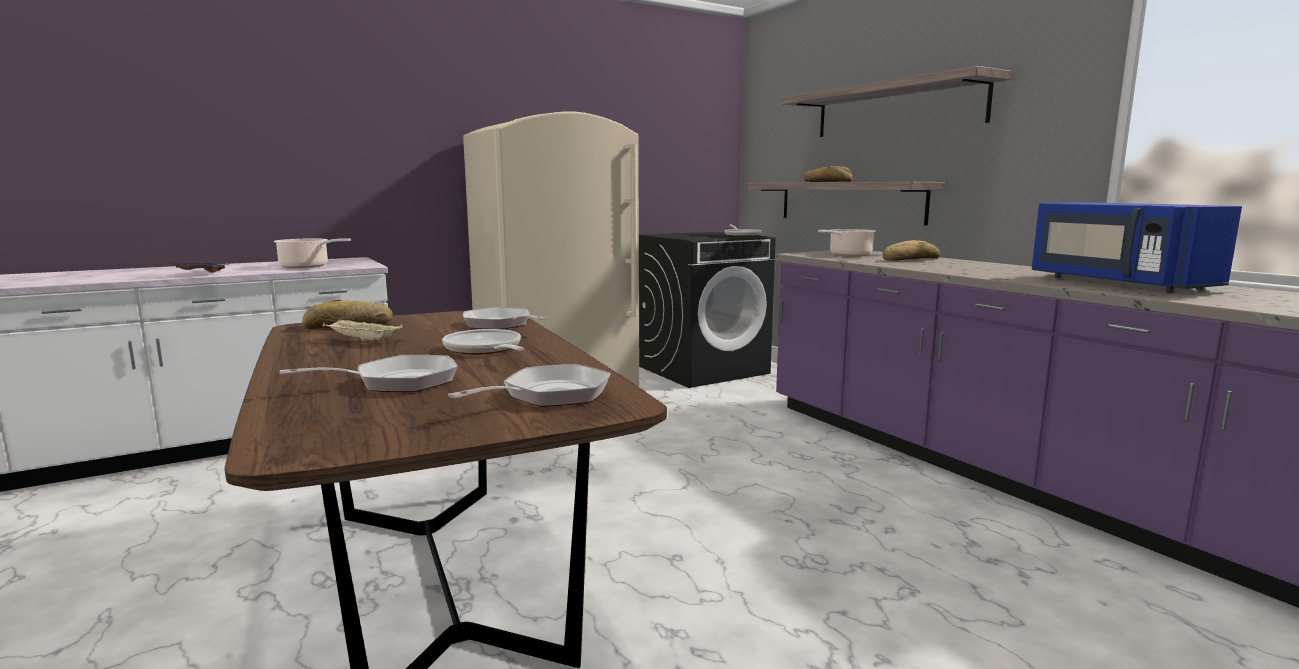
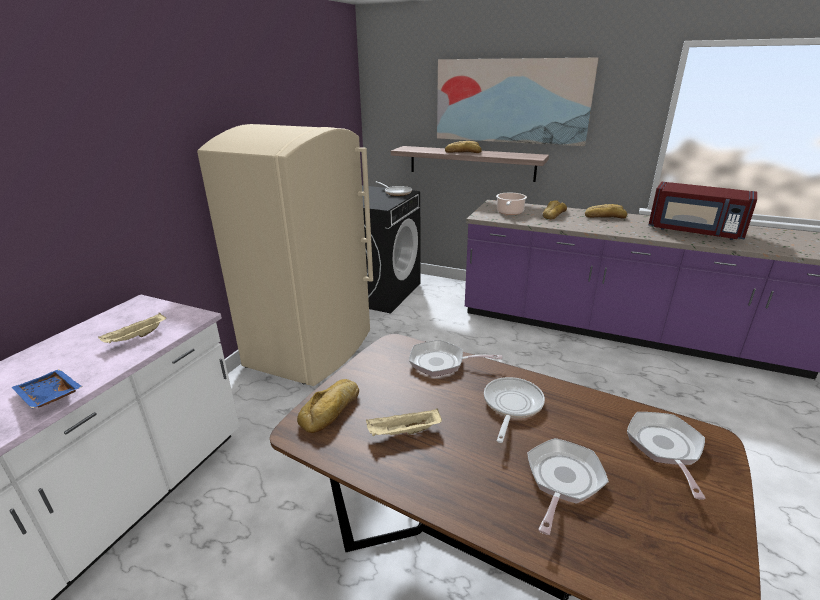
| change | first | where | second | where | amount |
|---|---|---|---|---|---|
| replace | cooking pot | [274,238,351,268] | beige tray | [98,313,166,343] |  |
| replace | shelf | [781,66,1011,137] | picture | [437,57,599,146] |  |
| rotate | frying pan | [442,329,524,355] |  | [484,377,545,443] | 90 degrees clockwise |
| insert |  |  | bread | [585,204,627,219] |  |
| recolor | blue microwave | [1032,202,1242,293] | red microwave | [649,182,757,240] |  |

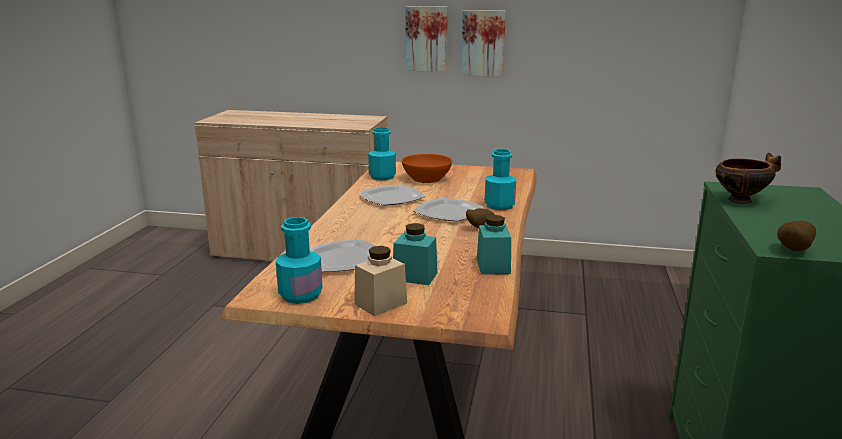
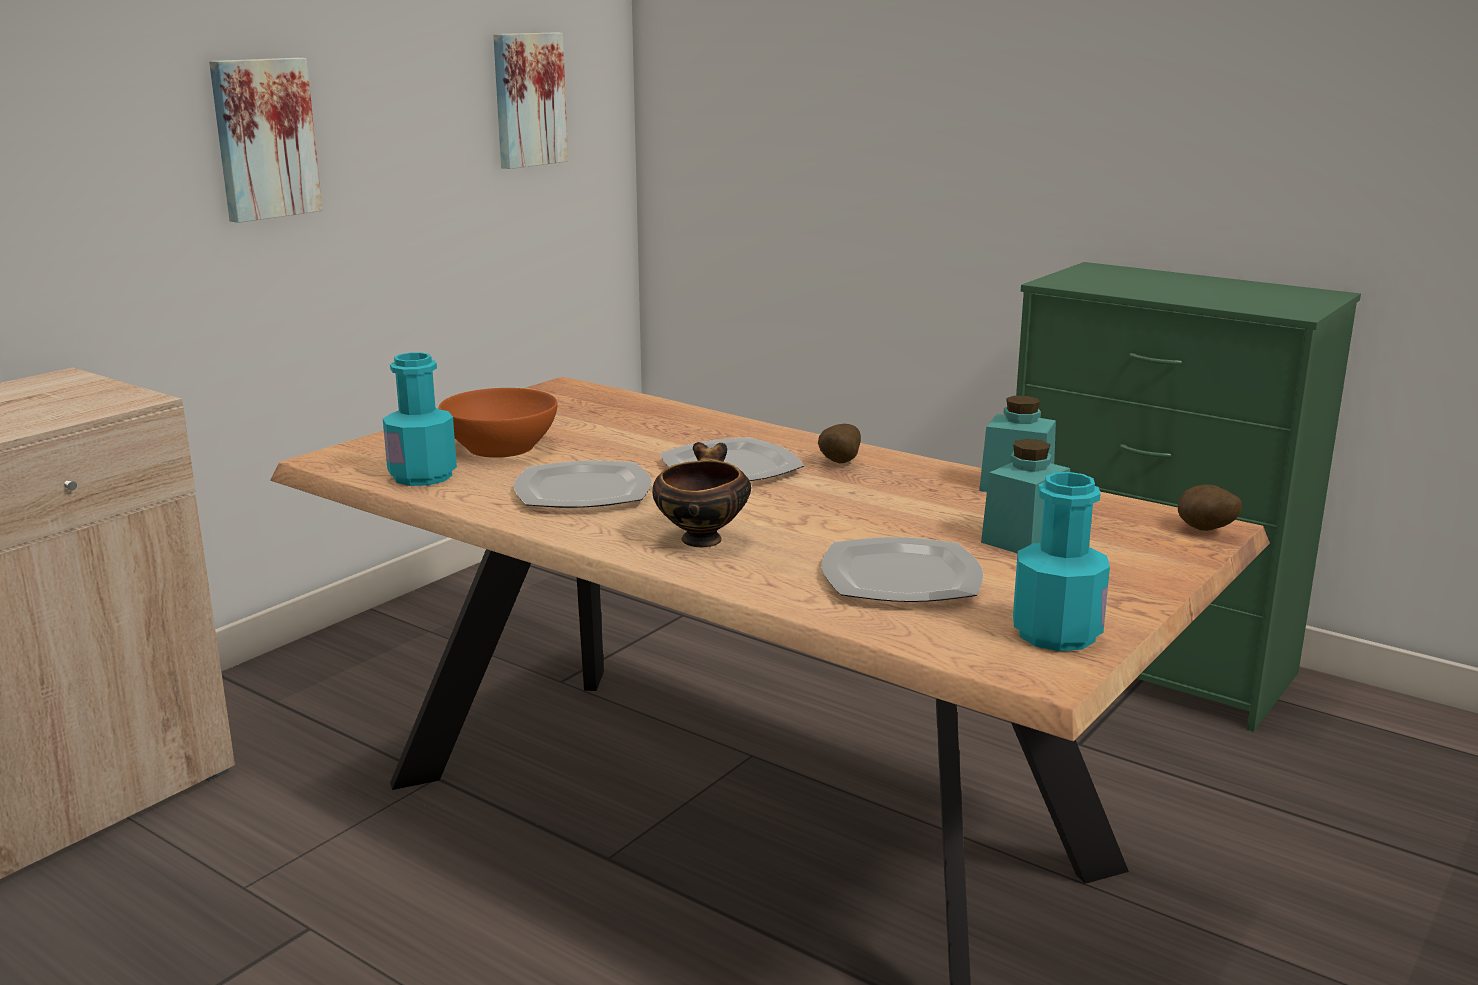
| change | first | where | second | where | amount |
|---|---|---|---|---|---|
| move | picture | [405,6,448,72] |  | [493,33,568,169] |  |
| move | bowl | [716,153,781,204] |  | [652,442,751,547] |  |
| move | potato | [777,221,816,251] |  | [1178,484,1242,531] |  |
| delete | beige jar | [354,246,407,316] |  |  |  |
| delete | turquoise bottle | [485,149,516,210] |  |  |  |

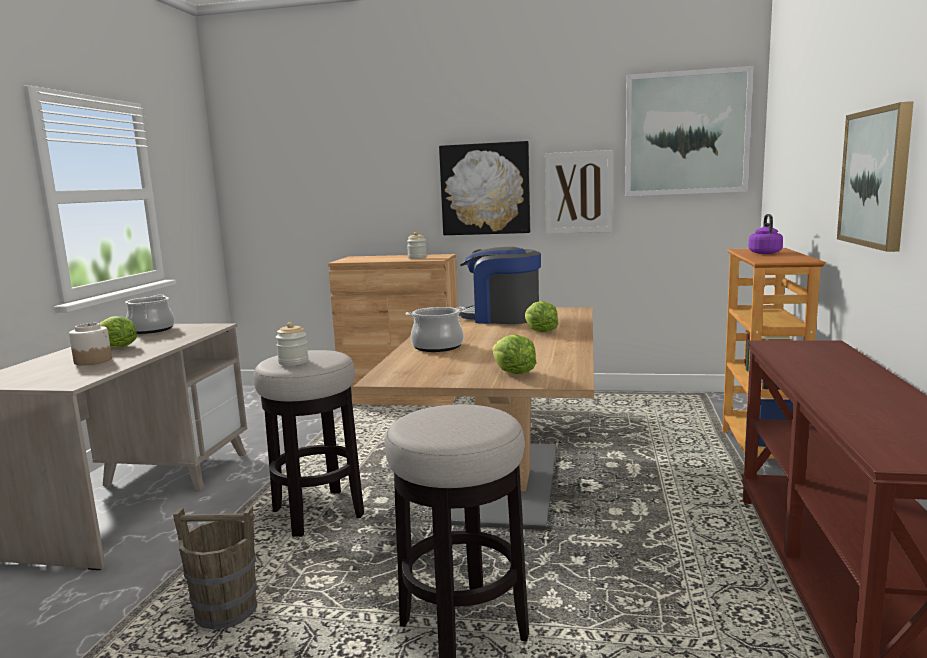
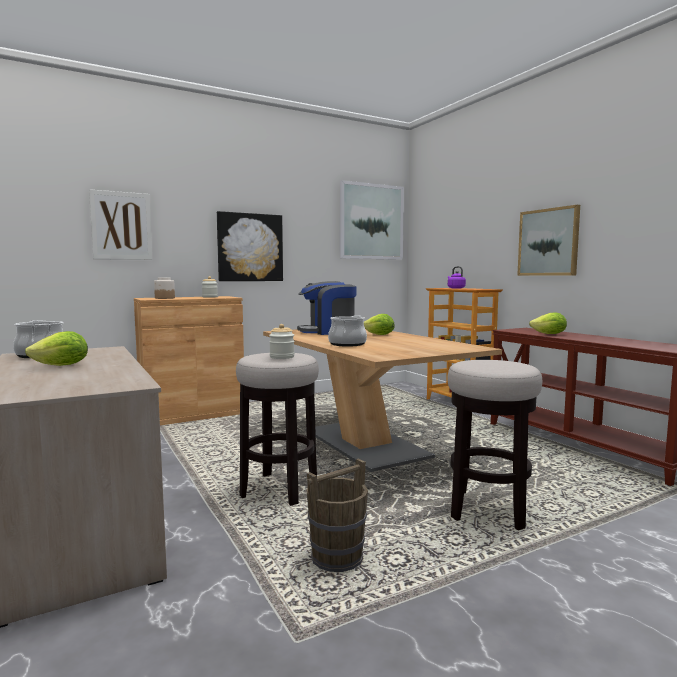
| change | first | where | second | where | amount |
|---|---|---|---|---|---|
| move | picture | [545,150,613,234] |  | [89,189,152,260] |  |
| move | jar | [69,323,112,366] |  | [154,277,175,299] |  |
| move | lettuce | [492,334,537,374] |  | [529,313,567,334] |  |

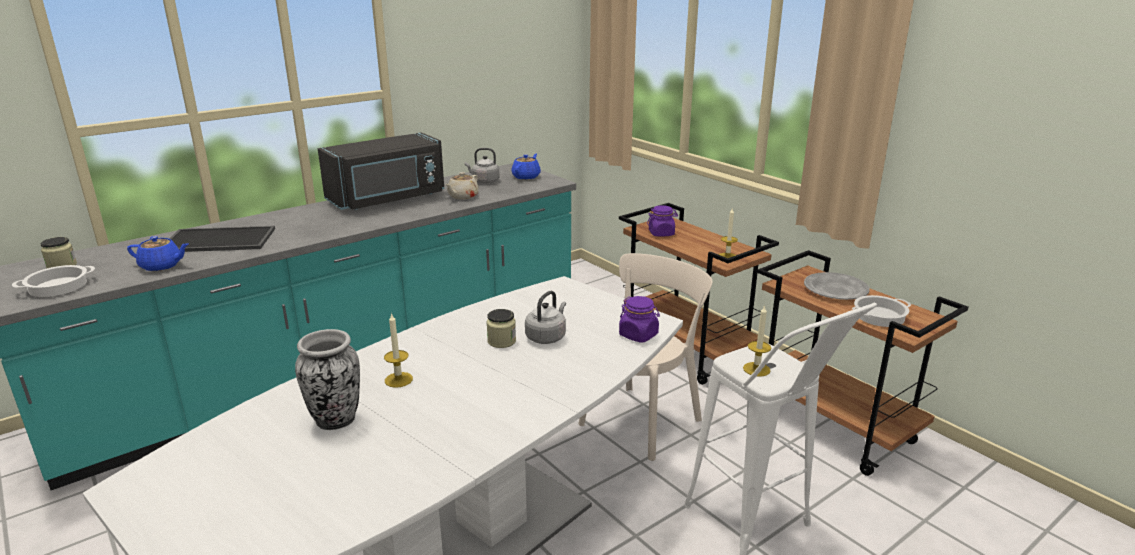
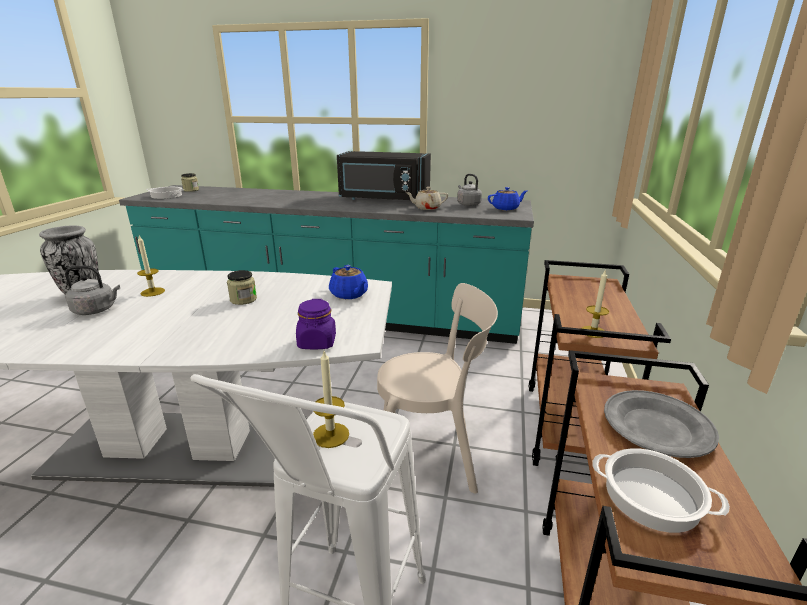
| change | first | where | second | where | amount |
|---|---|---|---|---|---|
| move | grey kettle | [525,291,566,344] |  | [65,265,120,315] |  |
| move | blue teapot | [127,236,188,271] |  | [329,265,368,299] |  |
| delete | tray | [169,226,275,252] |  |  |  |
| delete | purple jar | [647,205,678,237] |  |  |  |

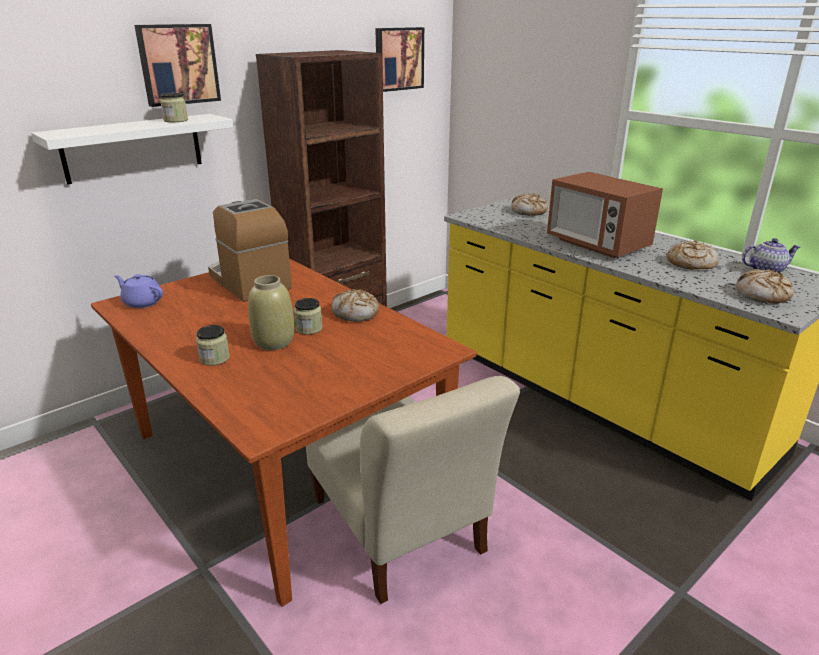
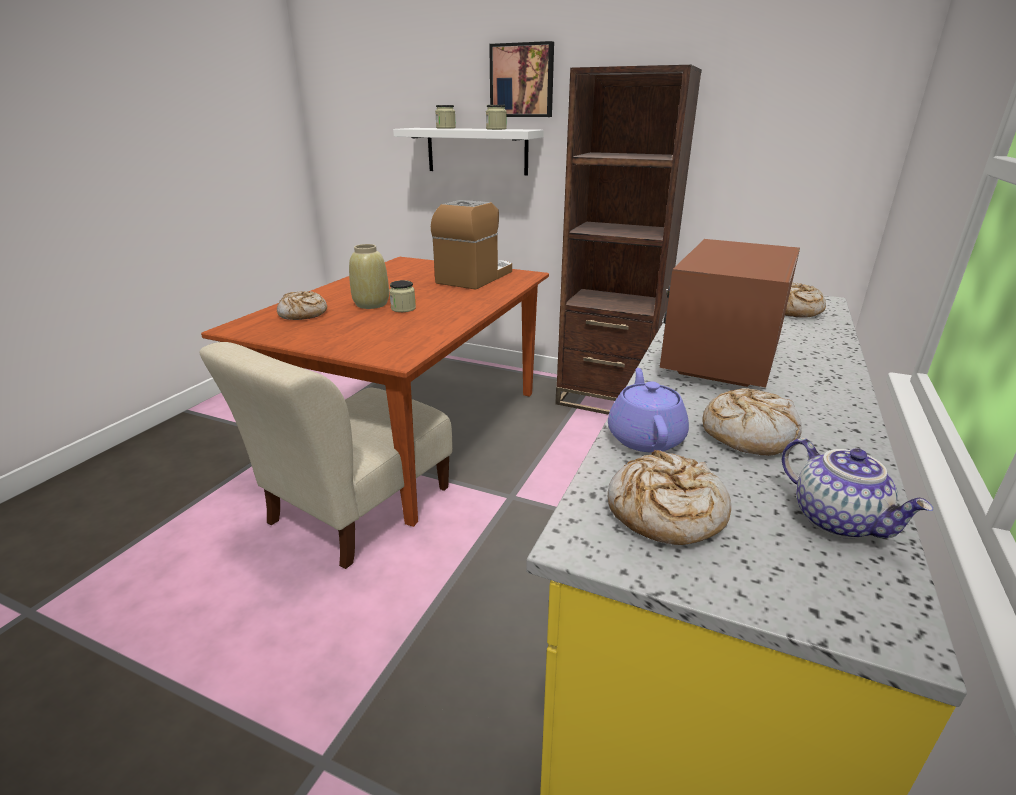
| change | first | where | second | where | amount |
|---|---|---|---|---|---|
| move | bread | [332,289,379,322] |  | [277,291,327,320] |  |
| move | jar | [196,325,230,366] |  | [435,105,456,129] |  |
| move | purple teapot | [114,274,163,308] |  | [608,368,689,453] |  |
| delete | picture | [375,27,424,92] |  |  |  |

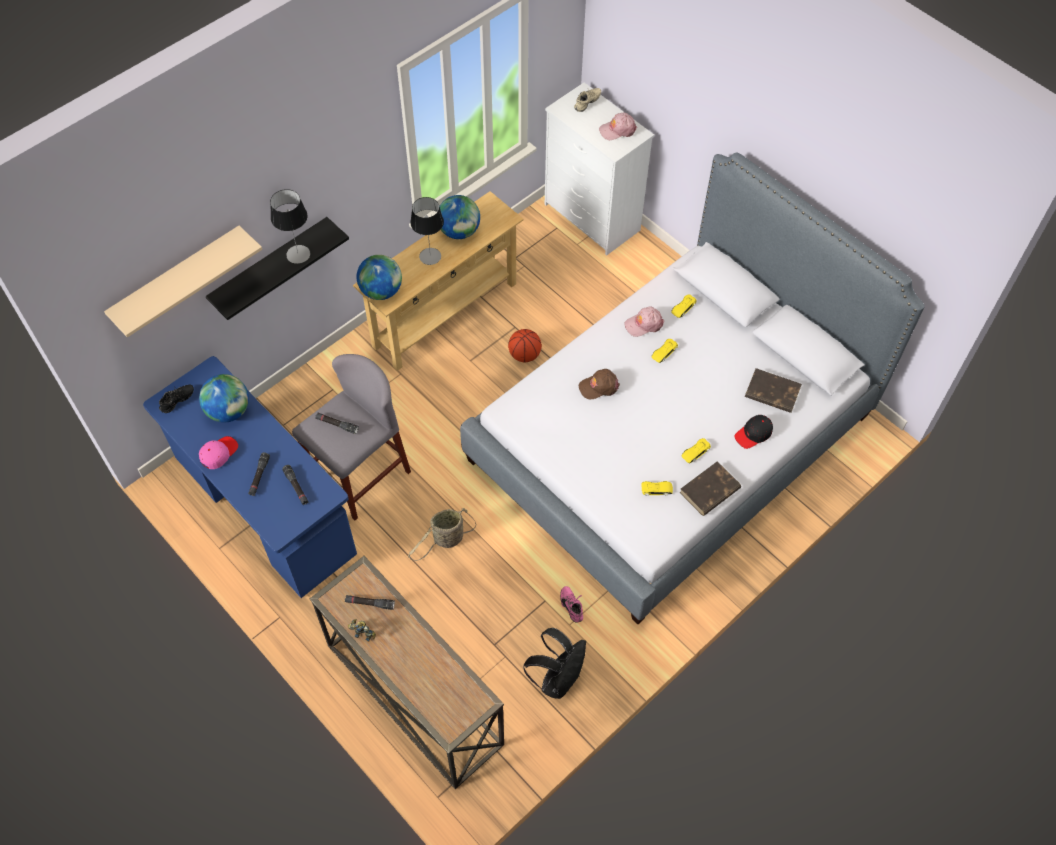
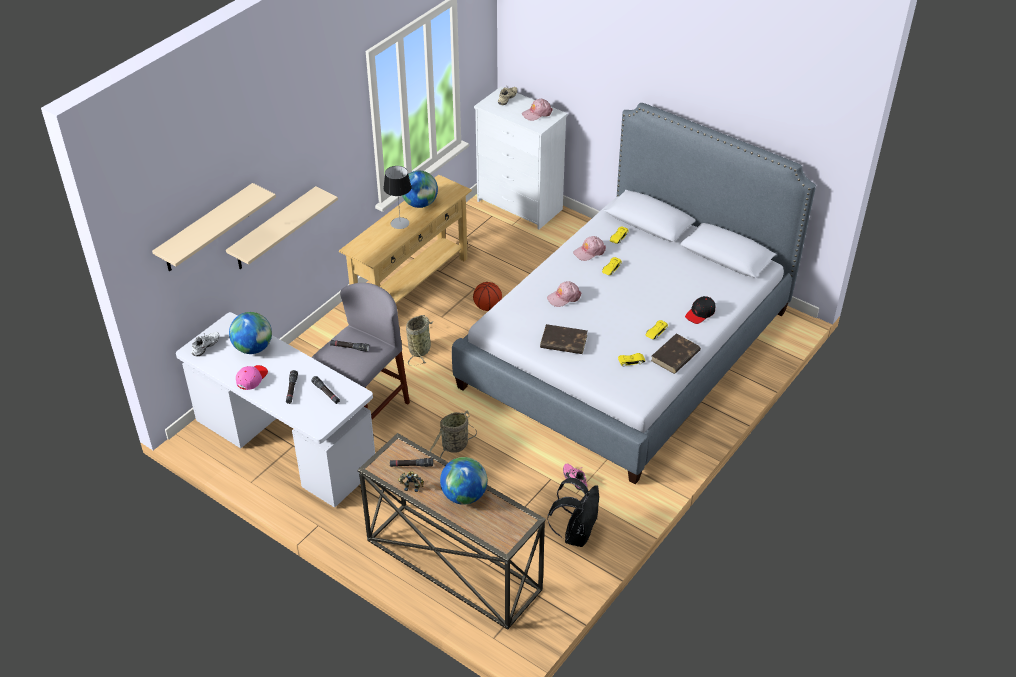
| change | first | where | second | where | amount |
|---|---|---|---|---|---|
| recolor | blue desk | [143,356,357,598] | white desk | [176,312,375,508] |  |
| recolor | black shoe | [159,385,194,413] | white shoe | [191,332,219,356] |  |
| recolor | black shelf | [206,217,349,320] | beige shelf | [226,186,338,269] |  |
| insert |  |  | basket | [406,315,434,366] |  |
| move | globe | [357,255,402,300] |  | [440,457,487,505] |  |
| move | brown book | [745,368,802,413] |  | [540,324,588,354] |  |
| recolor | brown cap | [579,369,620,399] | pink cap | [547,281,581,307] |  |
| delete | table lamp | [270,189,310,264] |  |  |  |

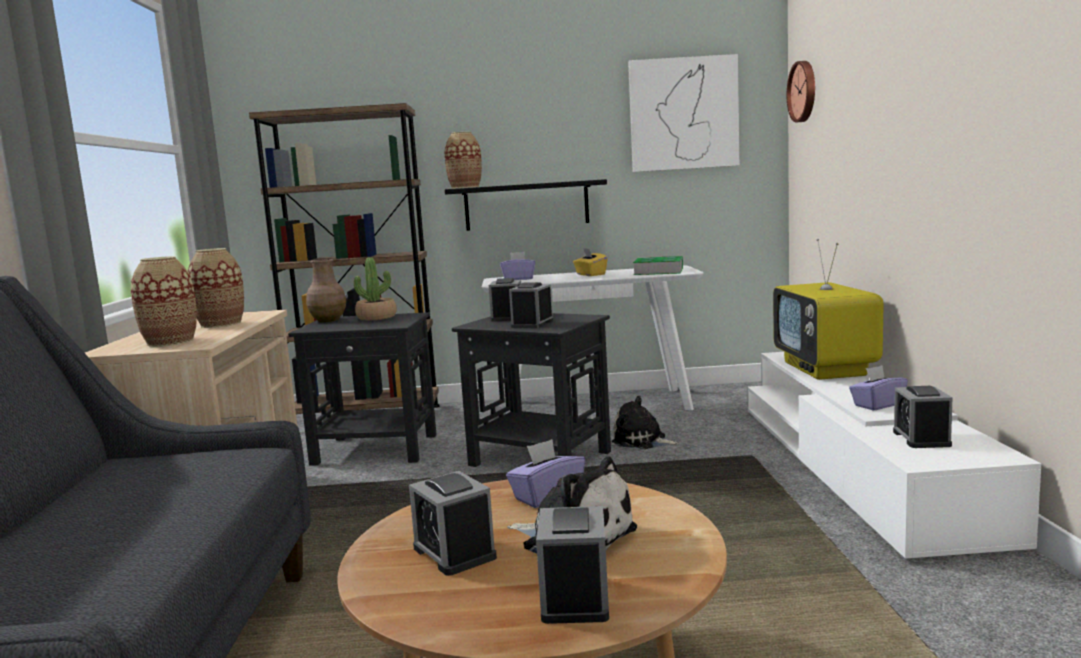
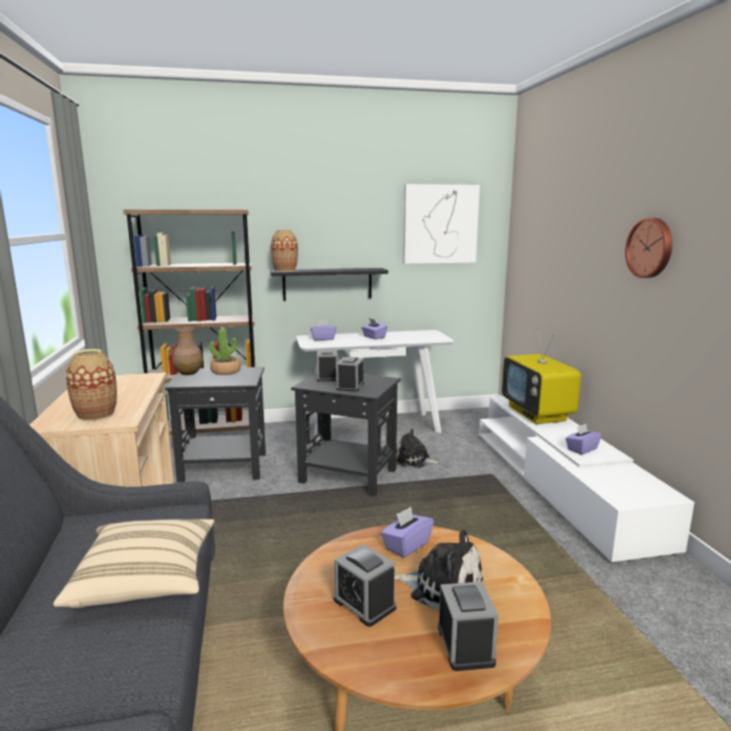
| change | first | where | second | where | amount |
|---|---|---|---|---|---|
| insert |  |  | beige pillow | [53,519,214,608] |  |
| recolor | yellow tissue box | [573,248,608,276] | purple tissue box | [361,318,387,339] |  |
| move | wall clock | [787,61,815,122] |  | [625,218,672,278] |  |
| delete | vase | [188,248,244,328] |  |  |  |
| delete | book | [633,256,683,275] |  |  |  |
| delete | alarm clock | [893,386,952,448] |  |  |  |

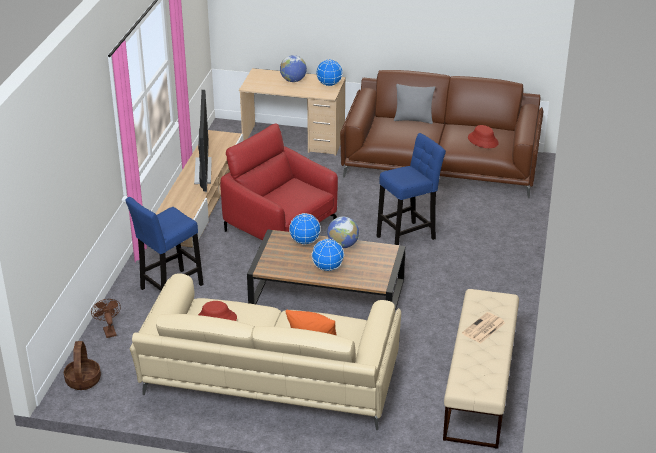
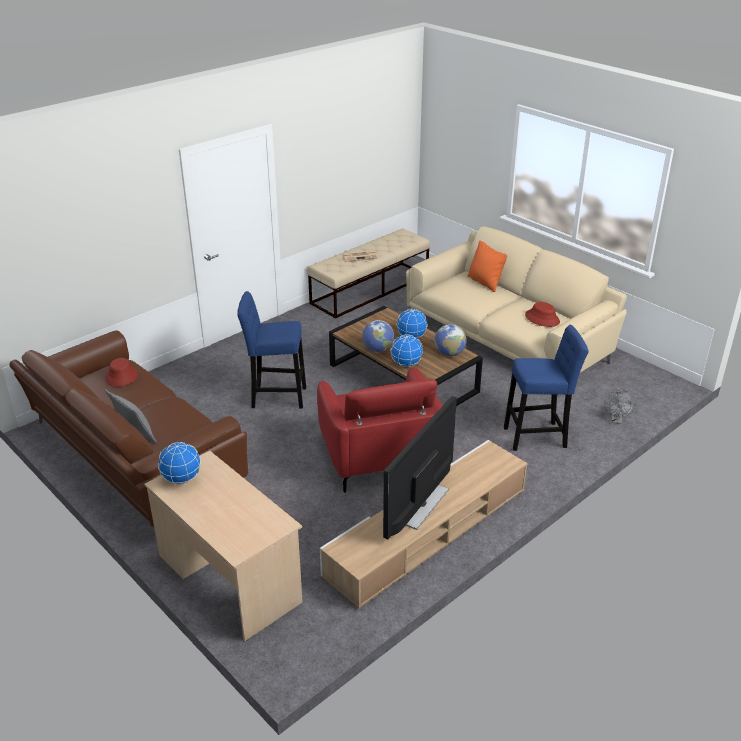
| change | first | where | second | where | amount |
|---|---|---|---|---|---|
| move | globe | [280,55,307,82] |  | [434,324,467,356] |  |
| recolor | brown fan | [91,299,121,338] | grey fan | [604,390,636,424] |  |
| delete | basket | [64,341,101,390] |  |  |  |

